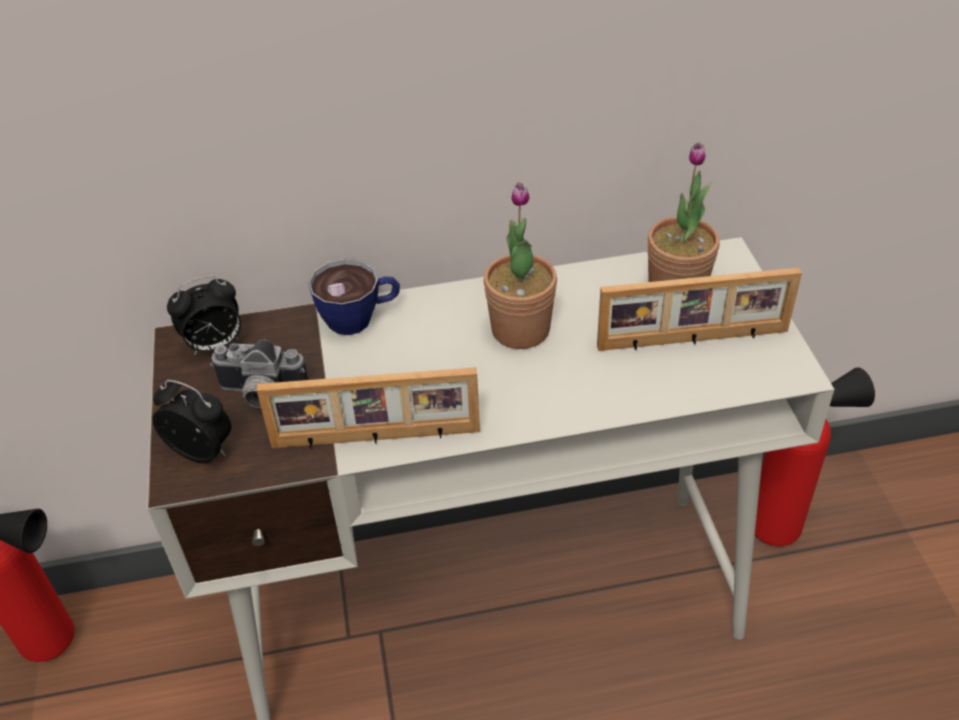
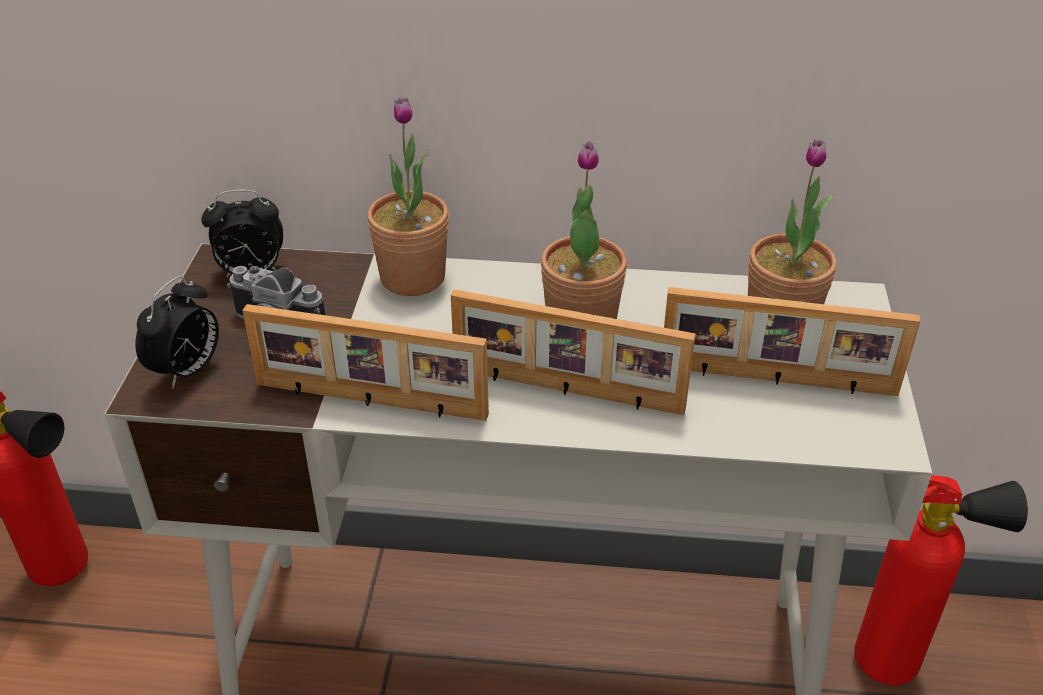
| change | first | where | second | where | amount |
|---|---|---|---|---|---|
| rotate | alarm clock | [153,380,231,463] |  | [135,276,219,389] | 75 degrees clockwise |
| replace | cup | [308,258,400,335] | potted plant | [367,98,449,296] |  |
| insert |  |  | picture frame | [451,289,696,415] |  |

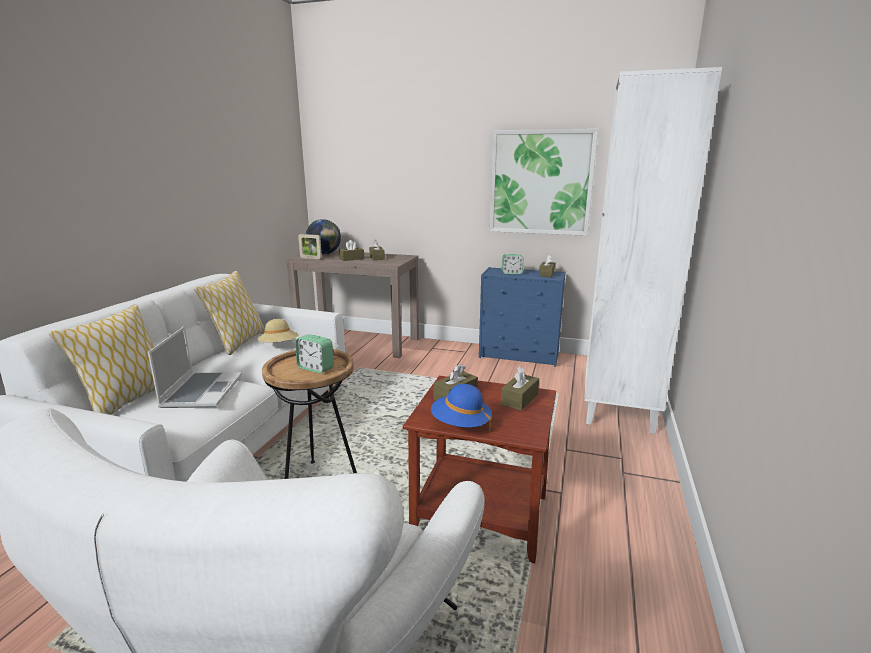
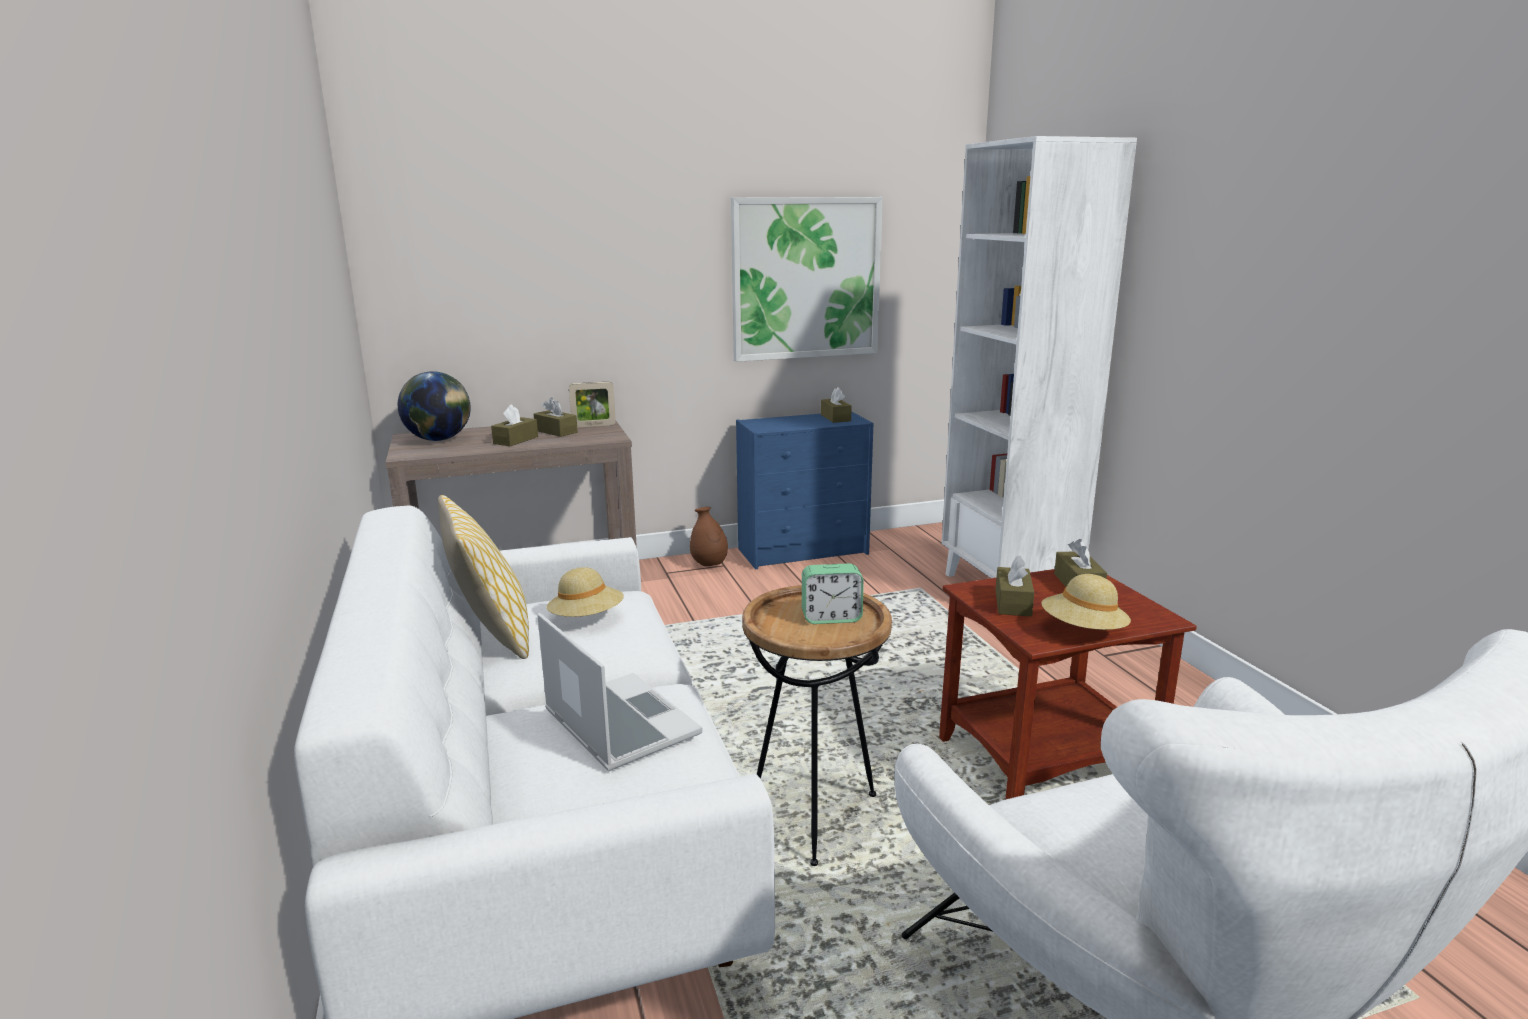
| change | first | where | second | where | amount |
|---|---|---|---|---|---|
| move | picture frame | [298,234,322,259] |  | [569,382,616,427] |  |
| insert |  |  | brown vase | [690,507,728,566] |  |
| recolor | blue hat | [431,384,492,431] | beige hat | [1041,574,1131,630] |  |
| delete | pillow | [49,304,155,415] |  |  |  |
| delete | alarm clock | [502,254,524,274] |  |  |  |

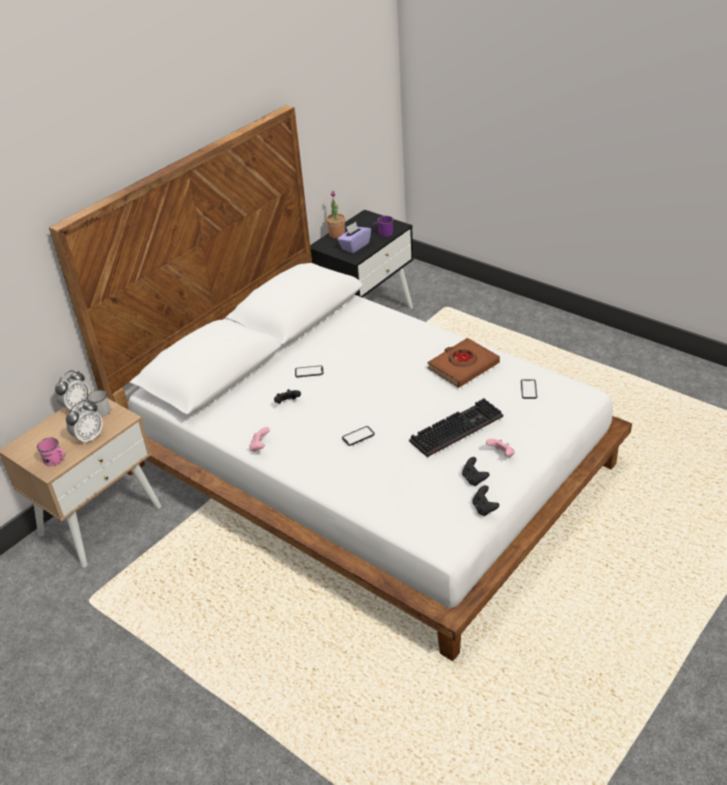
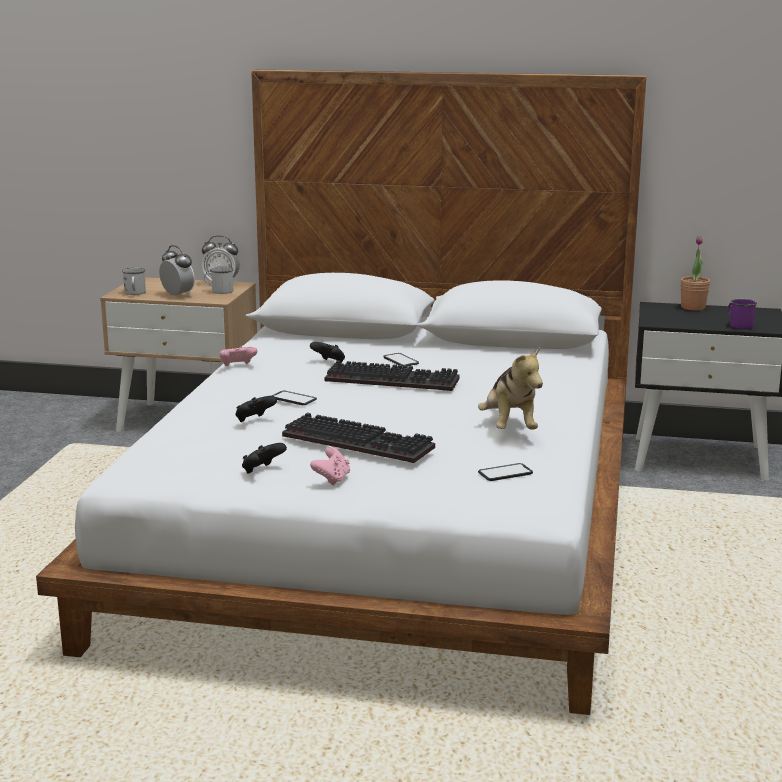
| change | first | where | second | where | amount |
|---|---|---|---|---|---|
| recolor | pink mug | [37,438,65,466] | white mug | [122,268,146,295] |  |
| rotate | alarm clock | [66,400,103,445] |  | [159,245,195,297] | 150 degrees counterclockwise |
| move | black game controller | [472,485,499,516] |  | [235,396,277,422] |  |
| insert |  |  | keyboard | [324,360,460,391] |  |
| replace | brown book | [427,338,500,388] | plush toy | [478,347,543,429] |  |
| delete | purple tissue box | [337,222,371,253] |  |  |  |

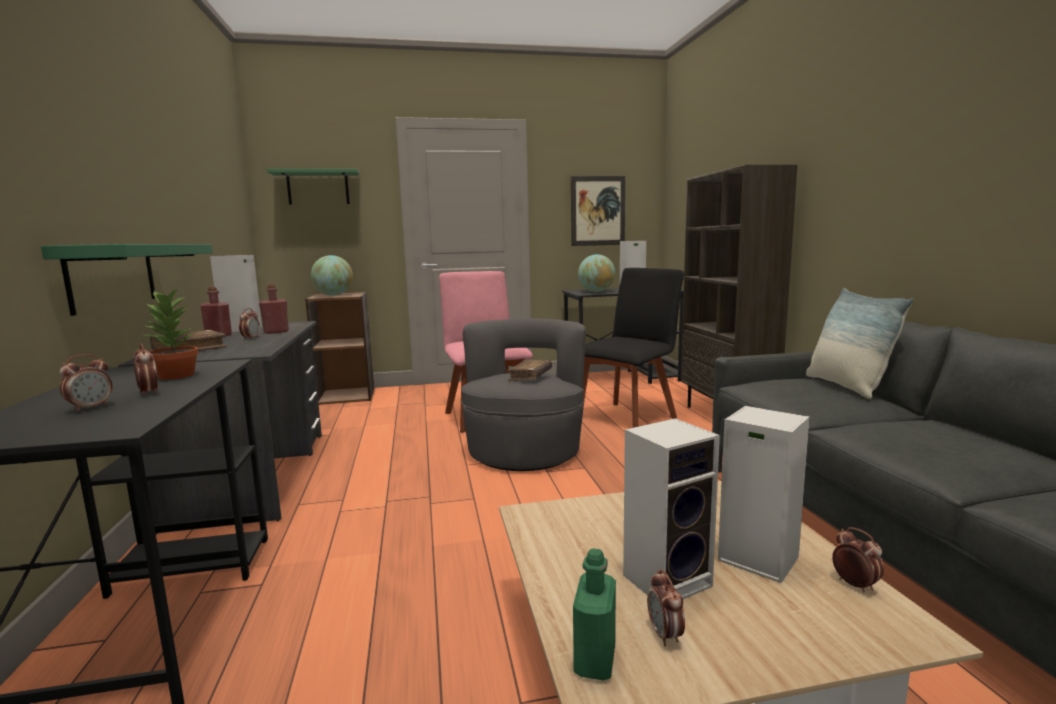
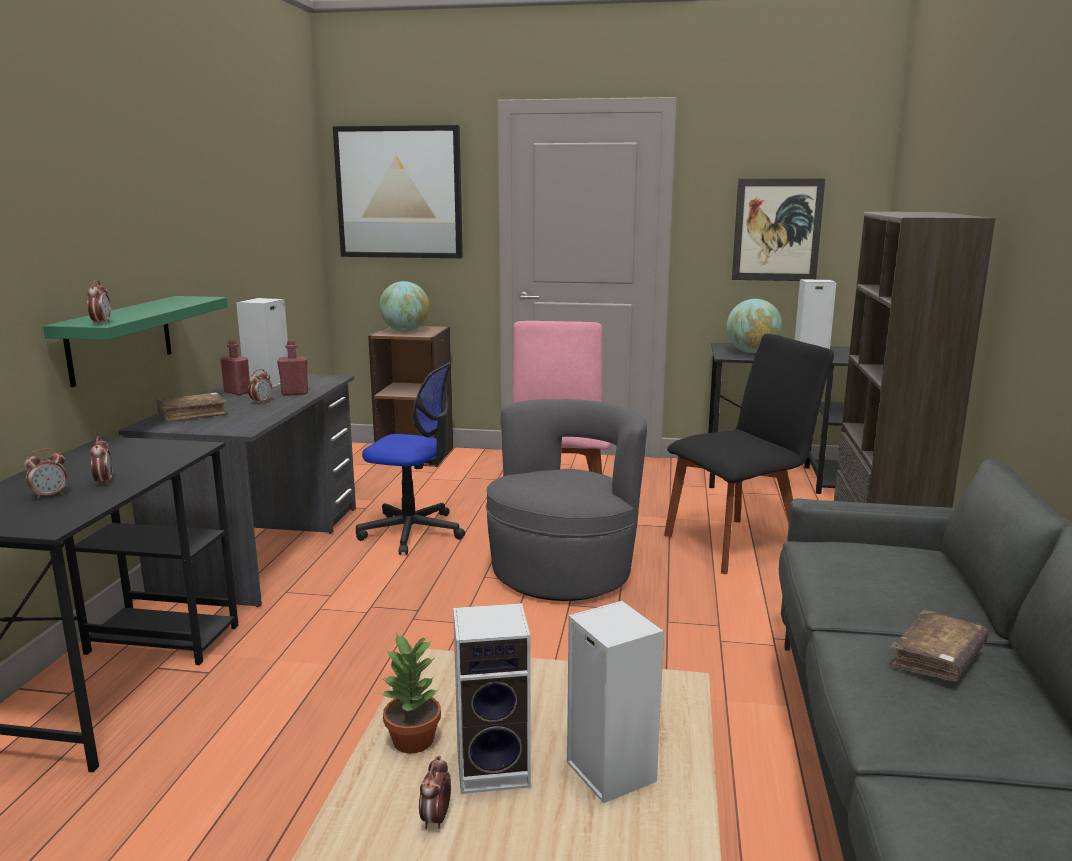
| change | first | where | second | where | amount |
|---|---|---|---|---|---|
| move | alarm clock | [832,527,884,592] |  | [87,280,111,325] |  |
| replace | green shelf | [267,168,359,205] | picture | [333,125,463,258] |  |
| insert |  |  | office chair | [356,362,465,555] |  |
| move | potted plant | [141,288,199,380] |  | [379,633,441,753] |  |
| move | brown book | [507,360,552,381] |  | [889,610,989,682] |  |
| delete | green bottle | [573,548,616,681] |  |  |  |
| delete | pillow | [806,288,914,399] |  |  |  |

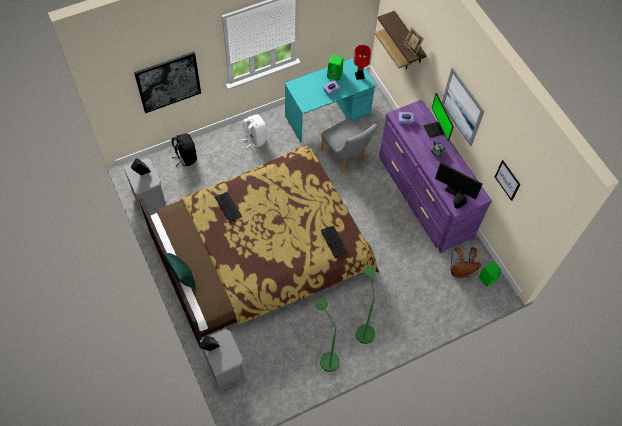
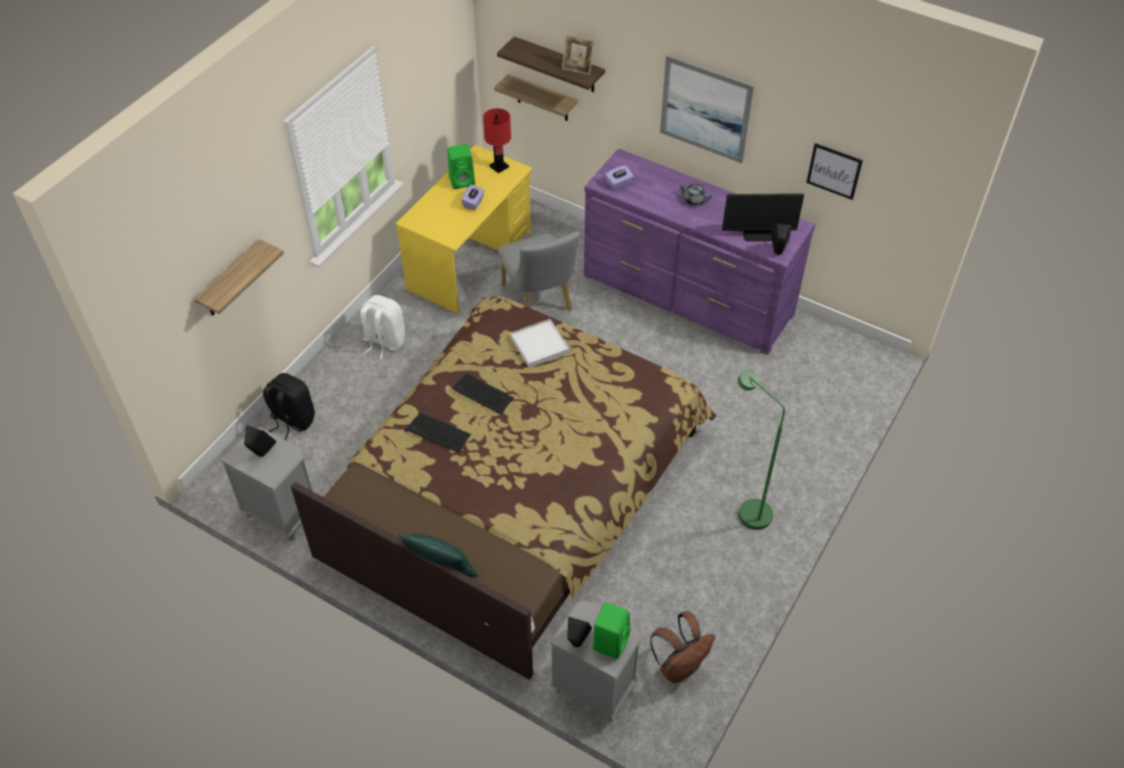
| change | first | where | second | where | amount |
|---|---|---|---|---|---|
| replace | picture | [134,52,201,113] | shelf | [194,239,284,316] |  |
| recolor | turquoise desk | [285,57,377,143] | yellow desk | [395,145,533,314] |  |
| move | keyboard | [321,226,348,258] |  | [452,373,514,414] |  |
| rotate | grey chair | [321,118,377,174] |  | [498,231,580,311] | 45 degrees clockwise |
| insert |  |  | white tray | [510,319,570,368] |  |
| move | green speaker | [479,261,502,287] |  | [593,602,631,659] |  |
| move | brown backpack | [450,247,482,278] |  | [650,611,716,683] |  |
| delete | green floor lamp | [316,298,340,372] |  |  |  |
| delete | monitor | [424,93,453,141] |  |  |  |

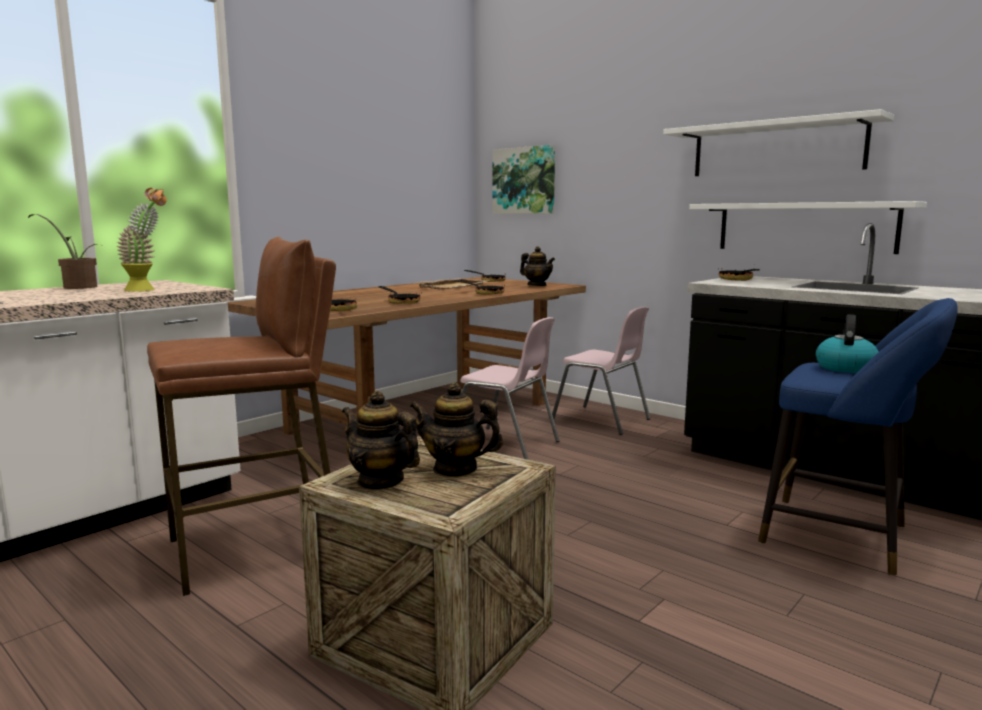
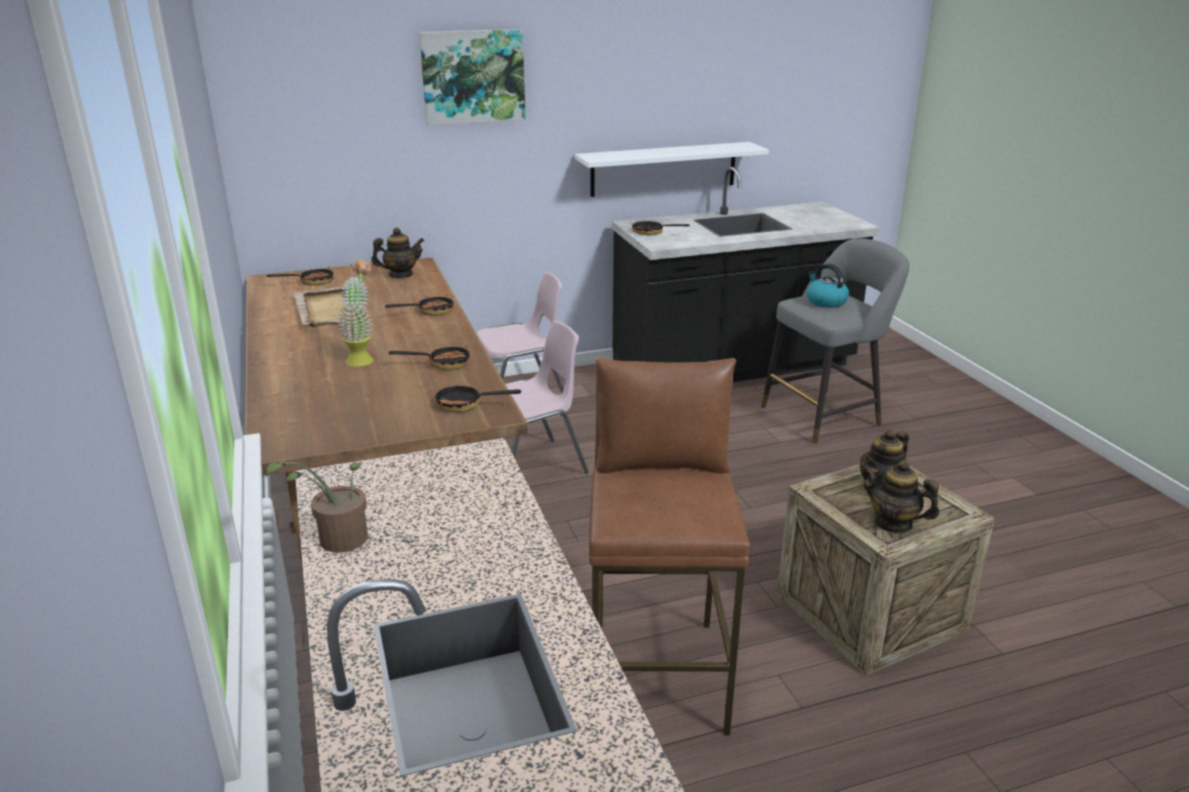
| change | first | where | second | where | amount |
|---|---|---|---|---|---|
| move | potted plant | [117,188,167,291] |  | [337,259,374,367] |  |
| move | picture | [493,145,555,214] |  | [419,29,526,125] |  |
| recolor | blue stool | [758,298,958,576] | grey stool | [761,238,909,444] |  |
| rotate | teapot | [342,391,420,490] |  | [862,460,939,534] | 60 degrees clockwise |
| delete | white shelf | [663,109,894,176] |  |  |  |

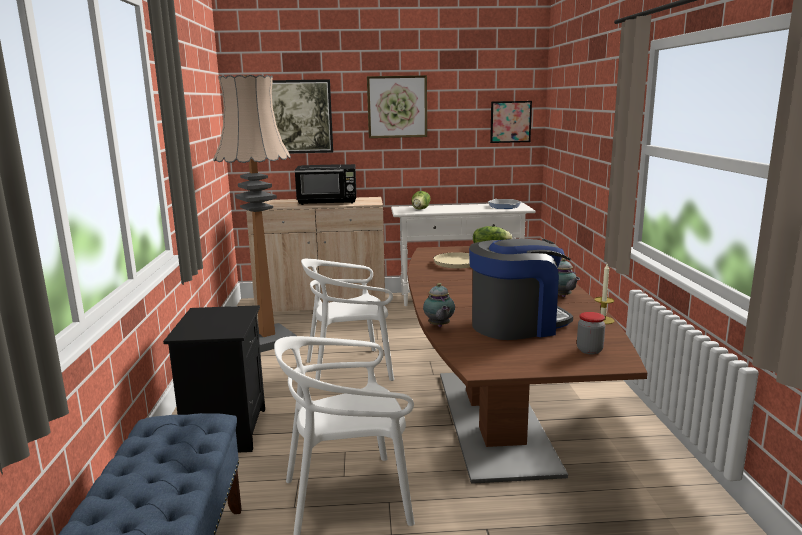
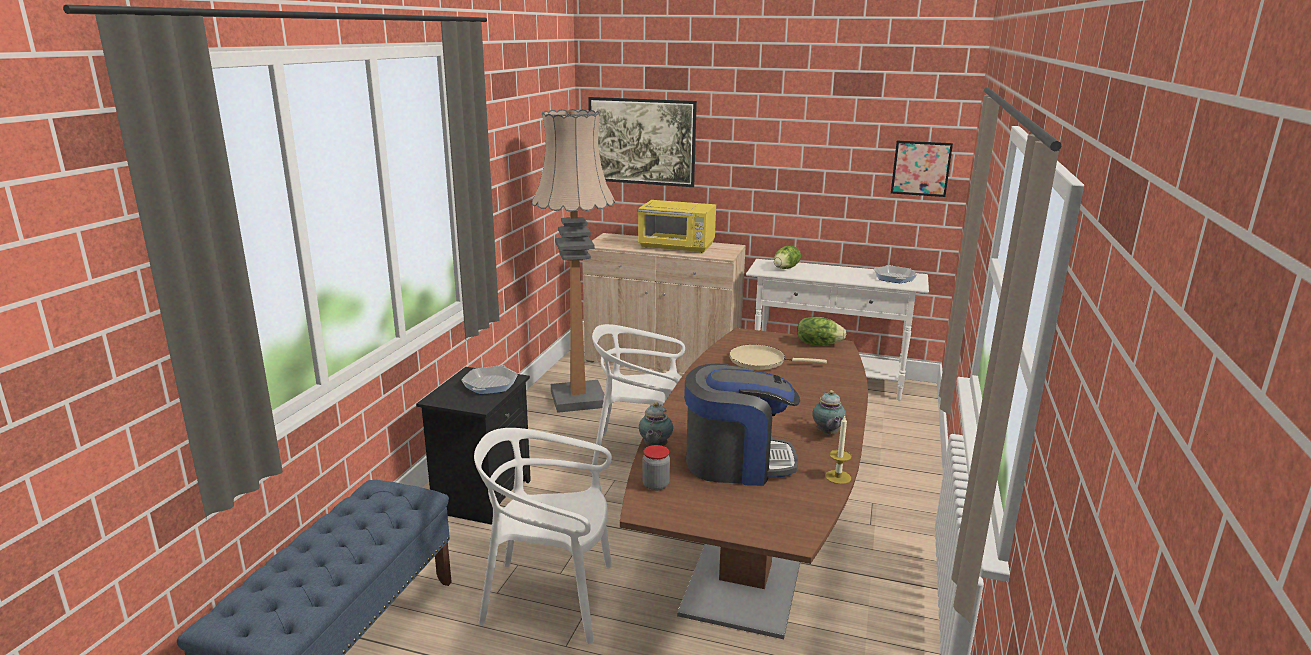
| change | first | where | second | where | amount |
|---|---|---|---|---|---|
| insert |  |  | frying pan | [462,365,518,394] |  |
| recolor | black microwave | [295,164,356,205] | yellow microwave | [638,200,716,253] |  |
| move | jar | [577,312,605,354] |  | [642,445,670,491] |  |
| delete | picture | [367,75,427,138] |  |  |  |

